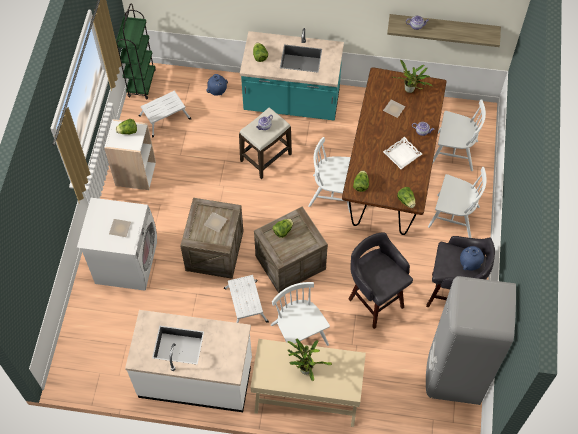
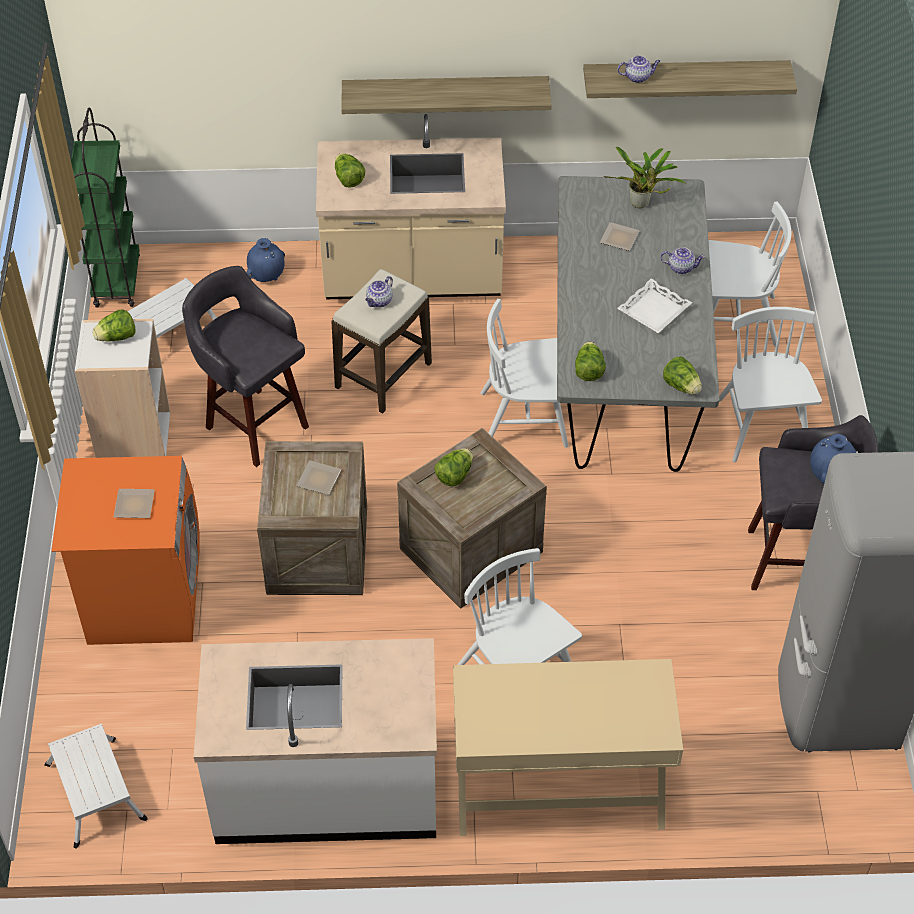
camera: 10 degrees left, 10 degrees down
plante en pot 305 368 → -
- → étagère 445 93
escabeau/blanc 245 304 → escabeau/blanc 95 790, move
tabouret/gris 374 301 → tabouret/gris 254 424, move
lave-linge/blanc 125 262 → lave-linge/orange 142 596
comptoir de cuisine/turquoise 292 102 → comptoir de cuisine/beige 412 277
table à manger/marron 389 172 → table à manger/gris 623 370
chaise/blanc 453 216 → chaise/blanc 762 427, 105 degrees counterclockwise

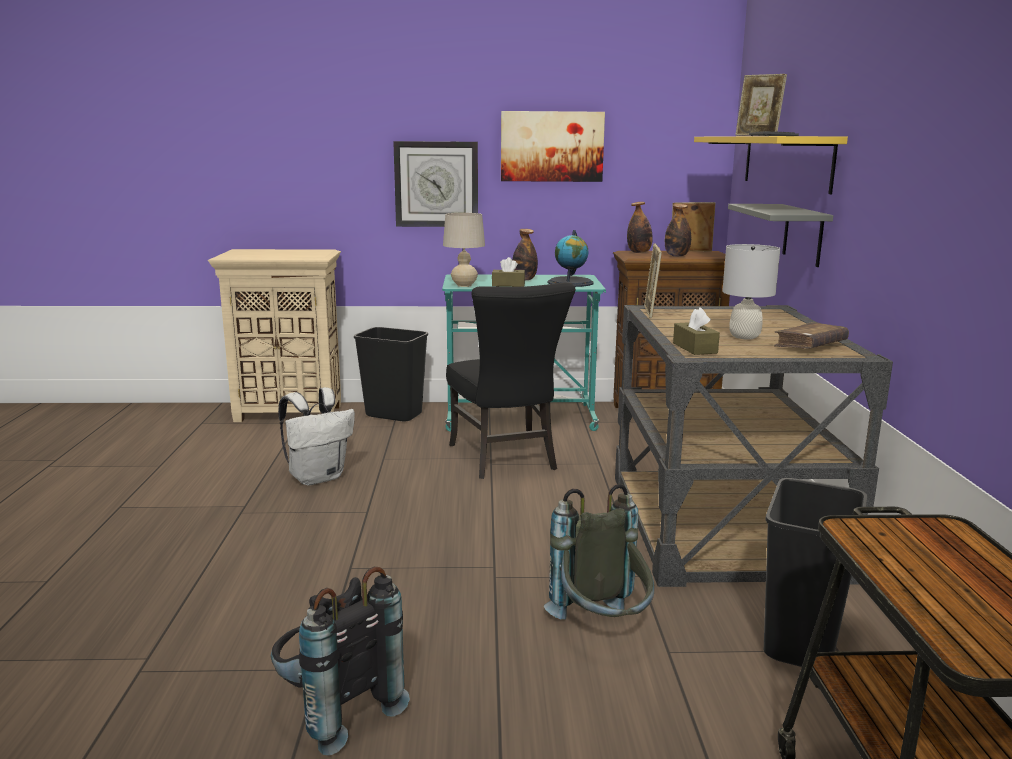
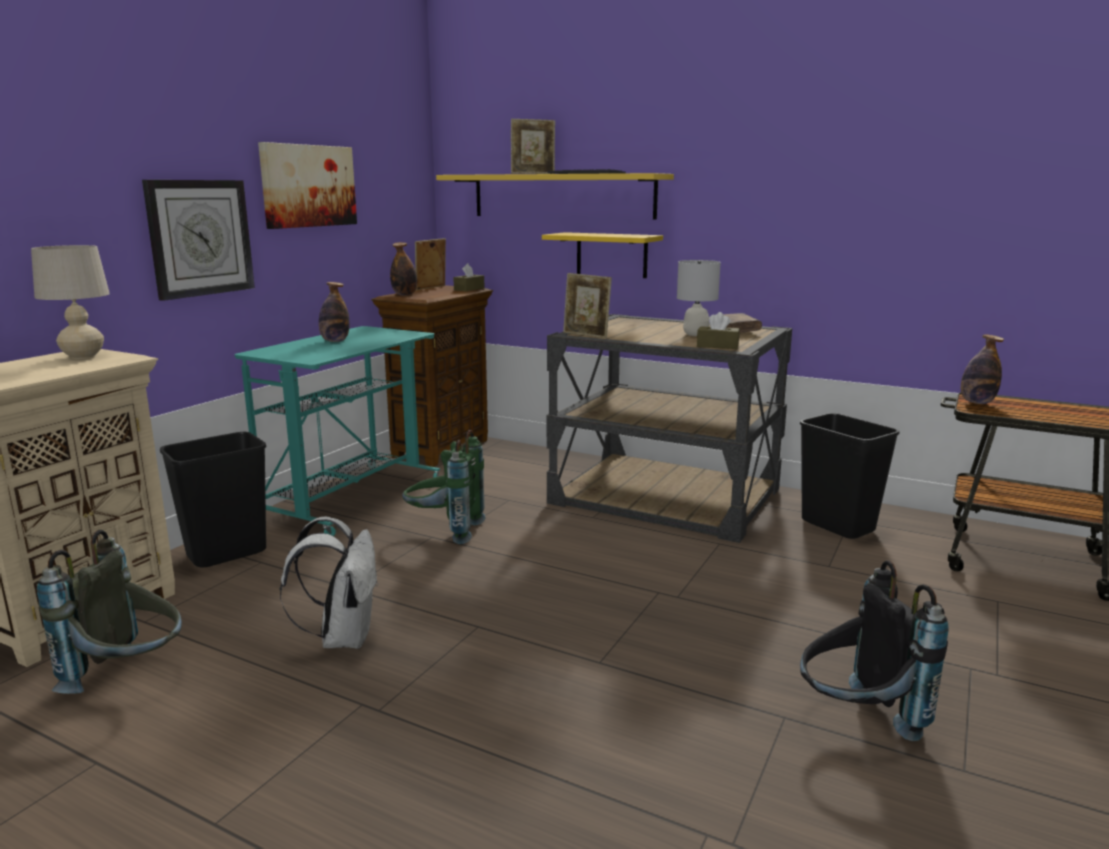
camera: 60 degrees left, 0 degrees up
globe 570 282 → -
lampe de table/beige 464 285 → lampe de table/beige 83 357, move
boîte à mouchoirs/marron 508 285 → boîte à mouchoirs/marron 469 289, move
sac à dos/gris 602 629 → sac à dos/gris 130 678, move
bouteille 676 256 → bouteille 976 402, move
chaise/noir 506 459 → sac à dos/vert 445 531
étagère/gris 803 234 → étagère/jaune 611 255

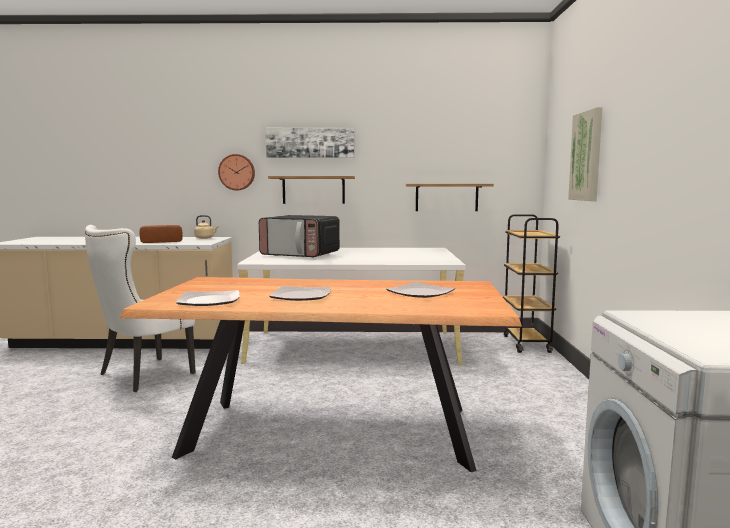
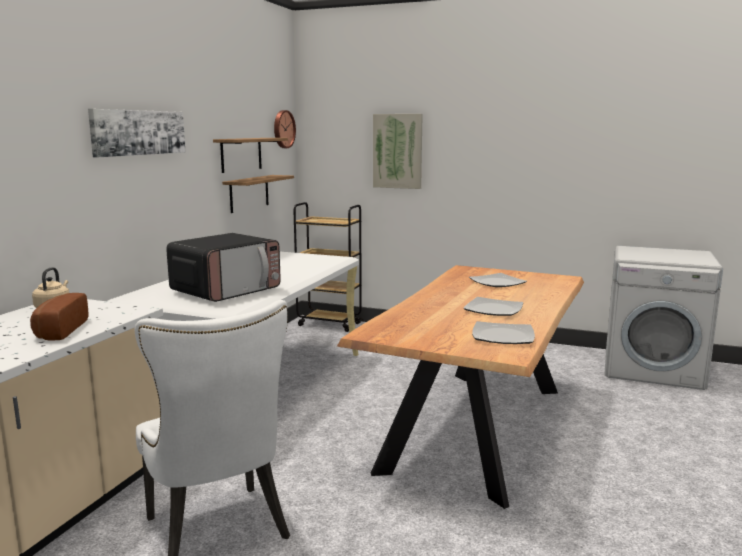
camera: 70 degrees left, 5 degrees up
horloge murale 237 172 → horloge murale 283 129, move
étagère 313 190 → étagère 241 154, move

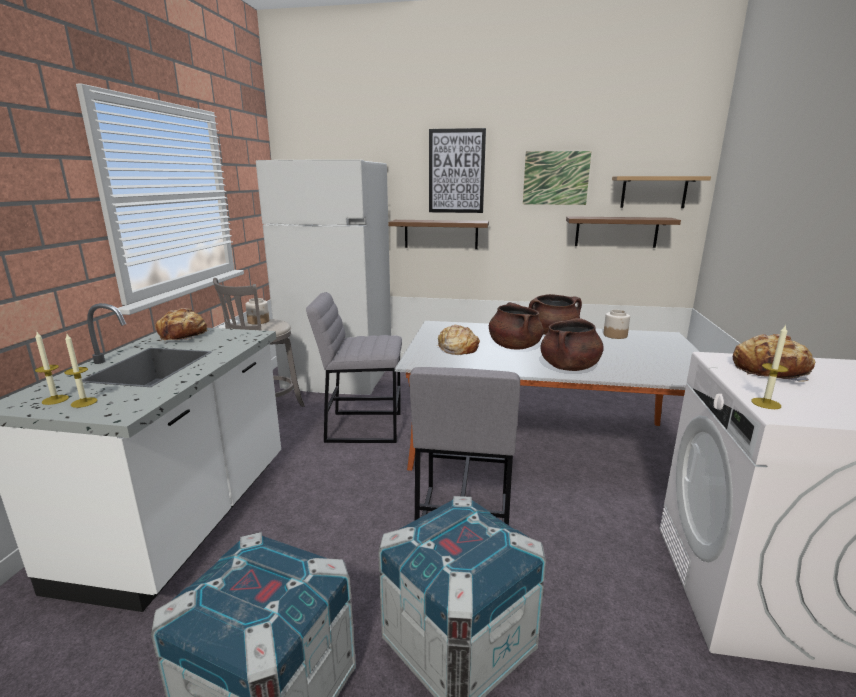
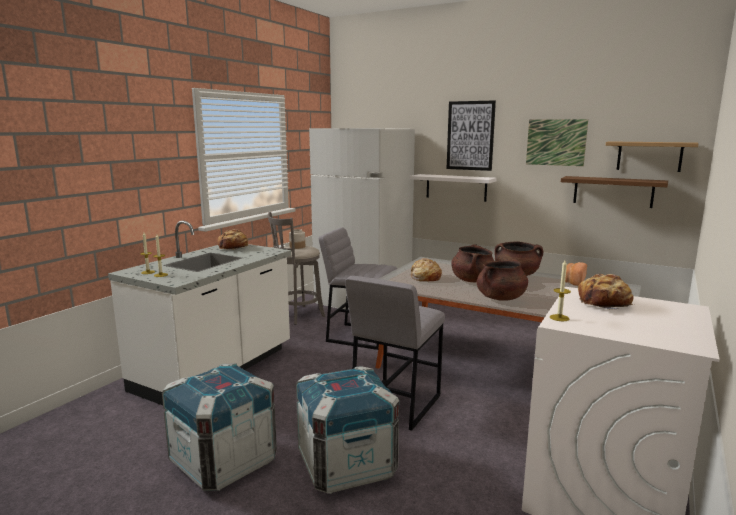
camera: 20 degrees right, 5 degrees down
bocal 615 335 → pain 573 281
étagère/marron 441 234 → étagère/blanc 456 187

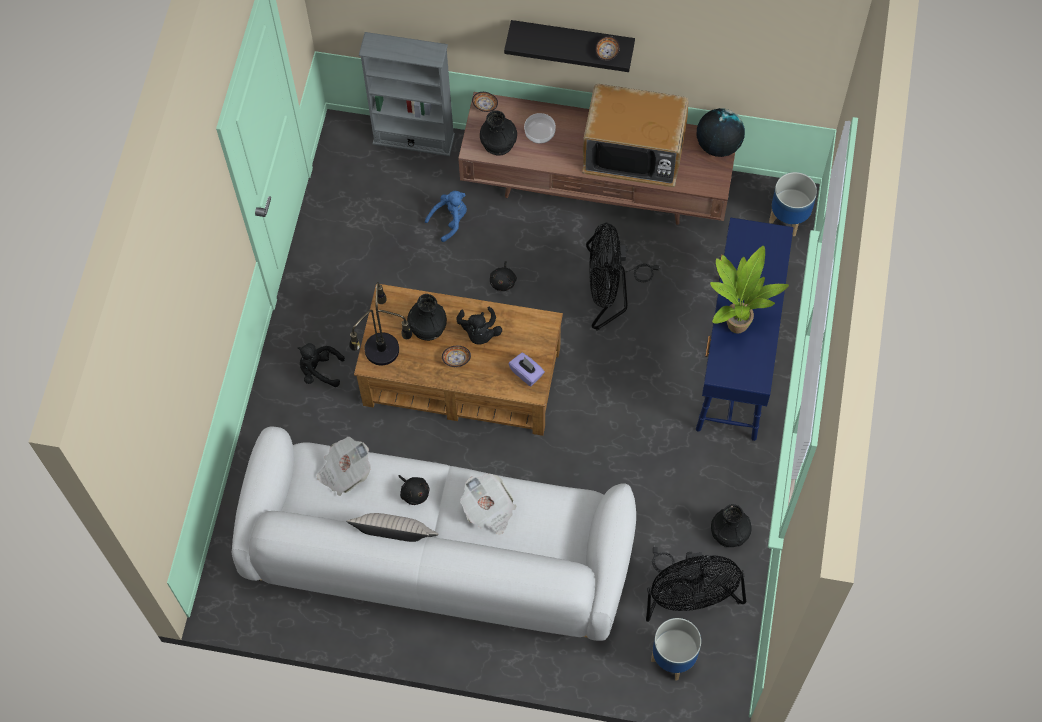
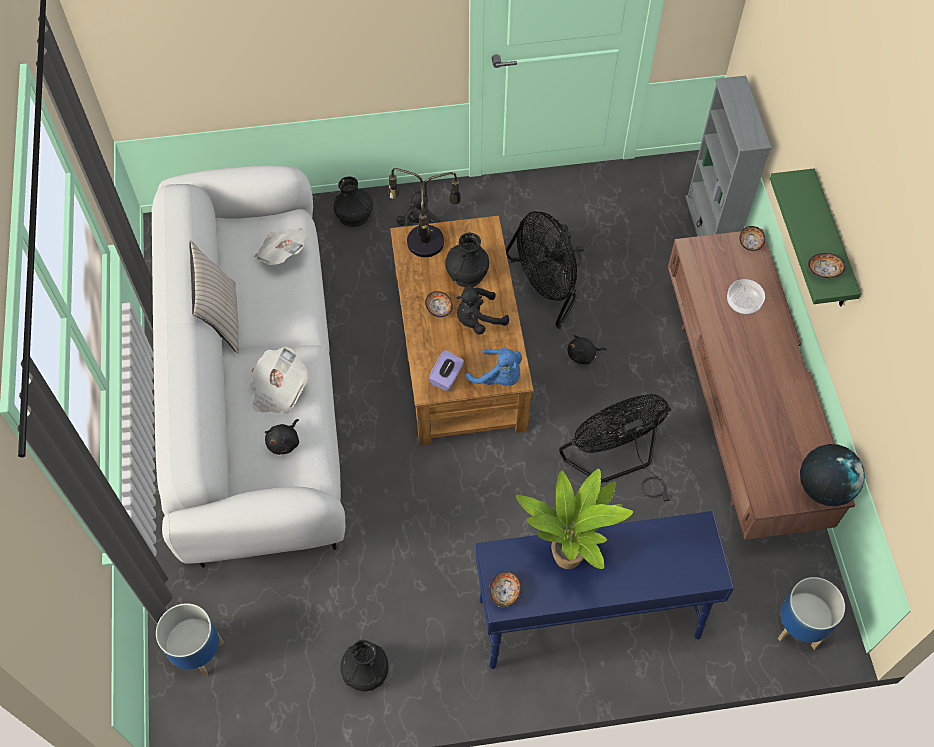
camera: 70 degrees right, 5 degrees down
téléviseur 633 152 → -
- → bol 504 593
peluche/noir 414 492 → peluche/noir 284 442, move
peluche/bleu 450 220 → peluche/bleu 498 377, move
vase/noir 498 142 → vase/noir 354 215, move
ventilateur/noir 686 592 → ventilateur/noir 549 283, move
étagère/noir 572 40 → étagère/vert 830 244

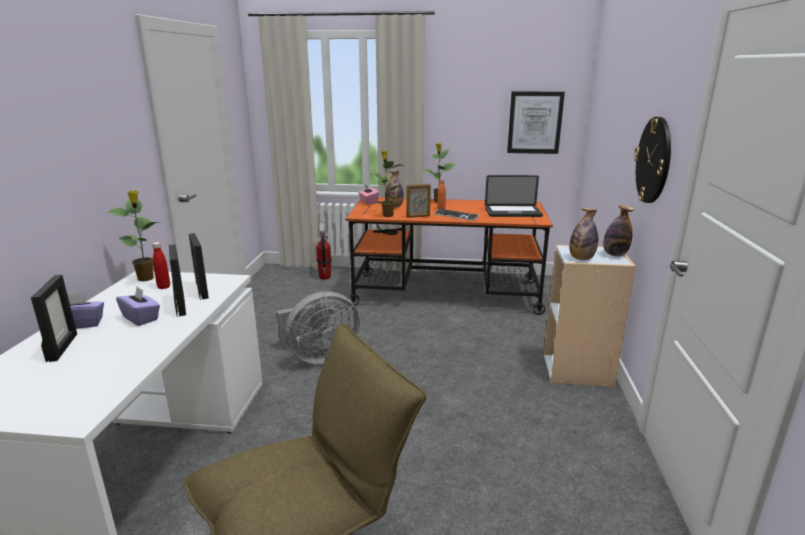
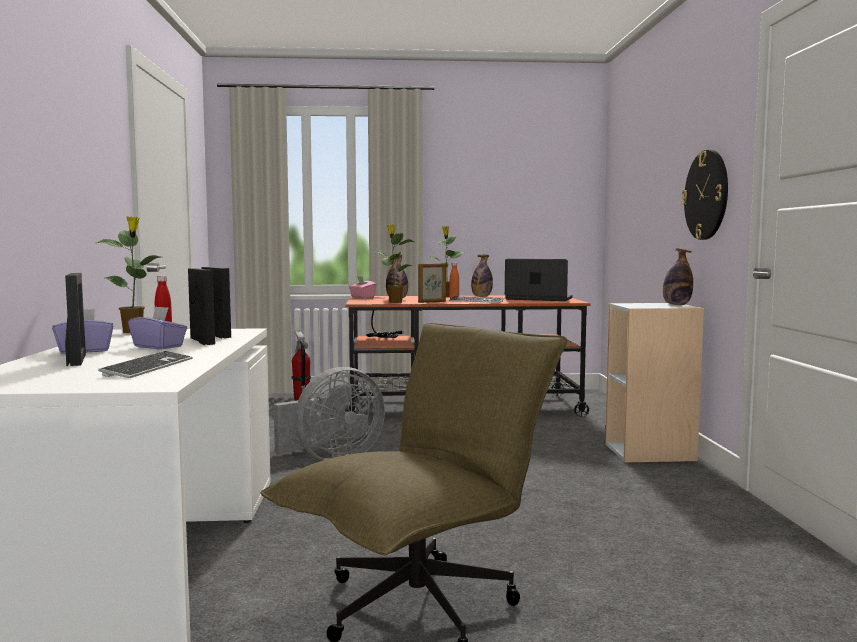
camera: 10 degrees left, 15 degrees down
tableau 535 122 → -
- → clavier 149 367
bouteille 581 259 → bouteille 481 296, move
ordinateur portable 513 212 → ordinateur portable 539 299, 150 degrees counterclockwise

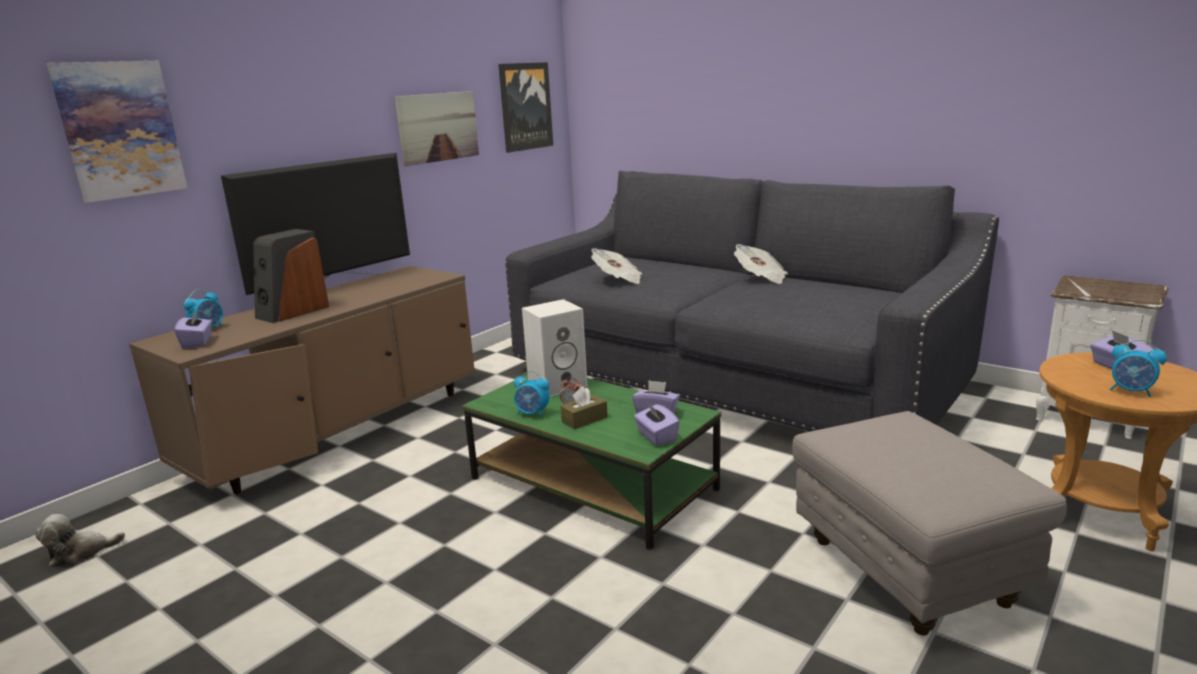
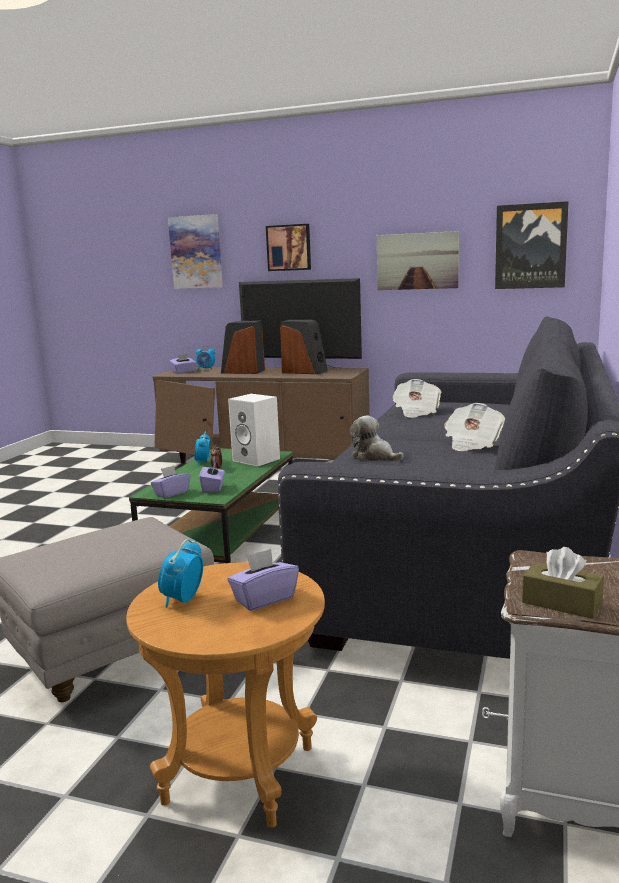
camera: 70 degrees right, 5 degrees down
- → tableau 289 247
- → enceinte 305 371
peluche 80 553 → peluche 374 457, move
boîte à mouchoirs/marron 584 419 → boîte à mouchoirs/marron 561 603, move

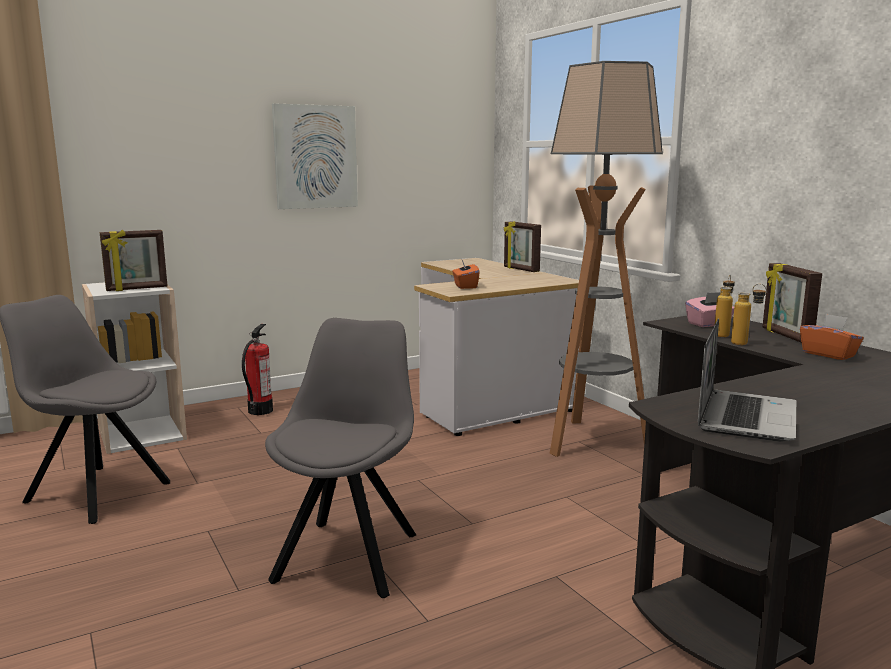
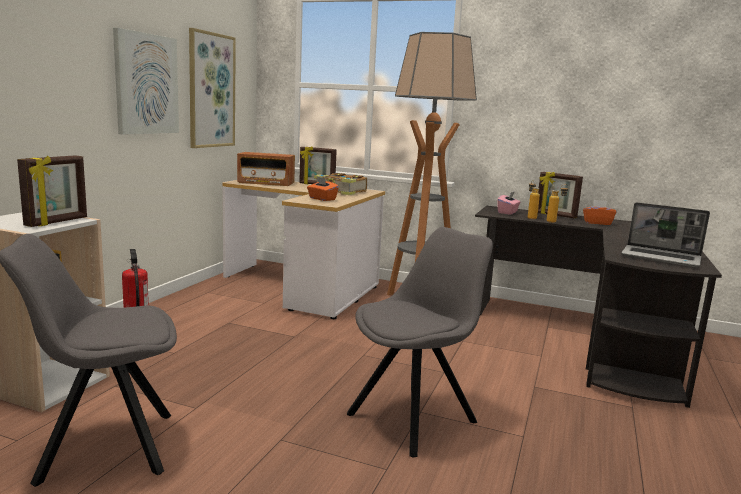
camera: 40 degrees left, 0 degrees up
- → tableau 211 91
- → radio 266 183
- → livre 340 192
chaise/gris 348 556 → chaise/gris 413 418, 75 degrees clockwise
ordinateur portable 745 417 → ordinateur portable 662 258, 135 degrees clockwise

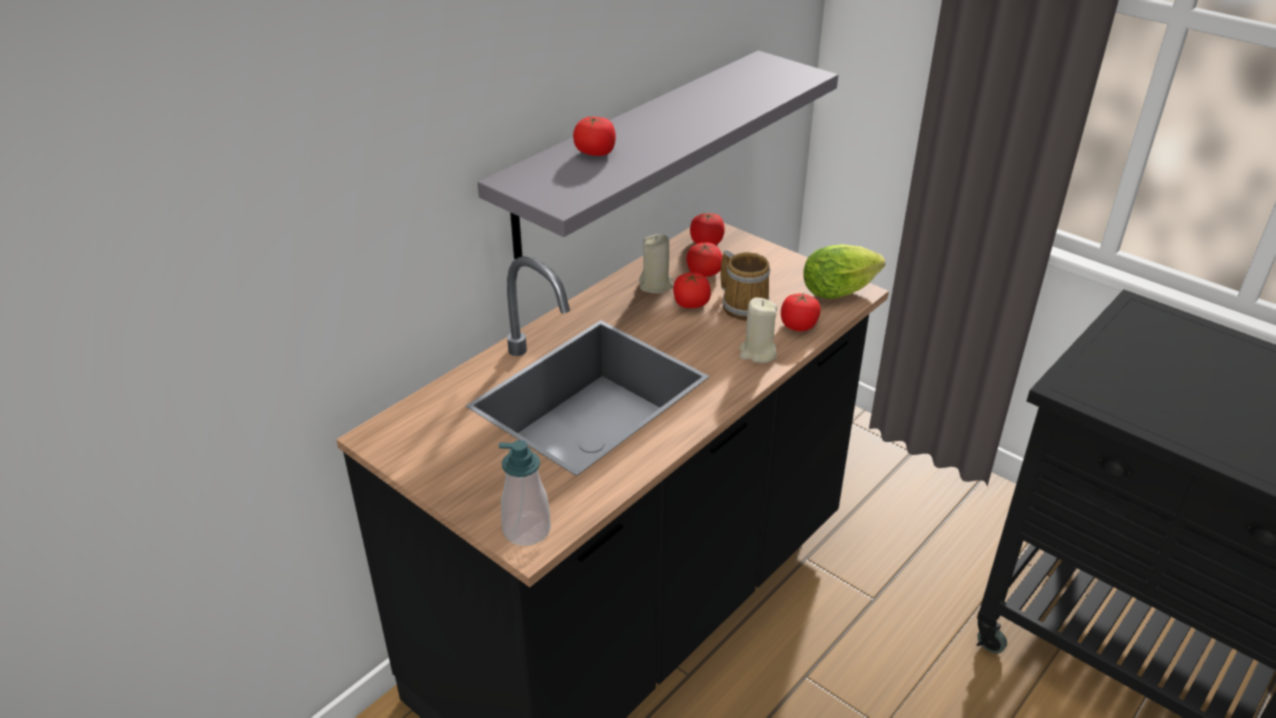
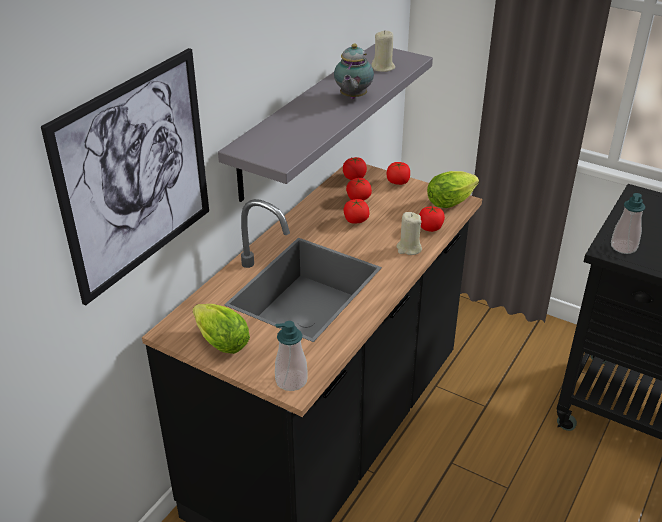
camera: 10 degrees left, 0 degrees up
mug 744 305 → -
- → tableau 136 174
- → laitue 219 341
- → théière 352 97
- → distributeur de savon 623 247
tomate 595 152 → tomate 398 182, move
bougie/beige 656 285 → bougie/beige 383 67, move

